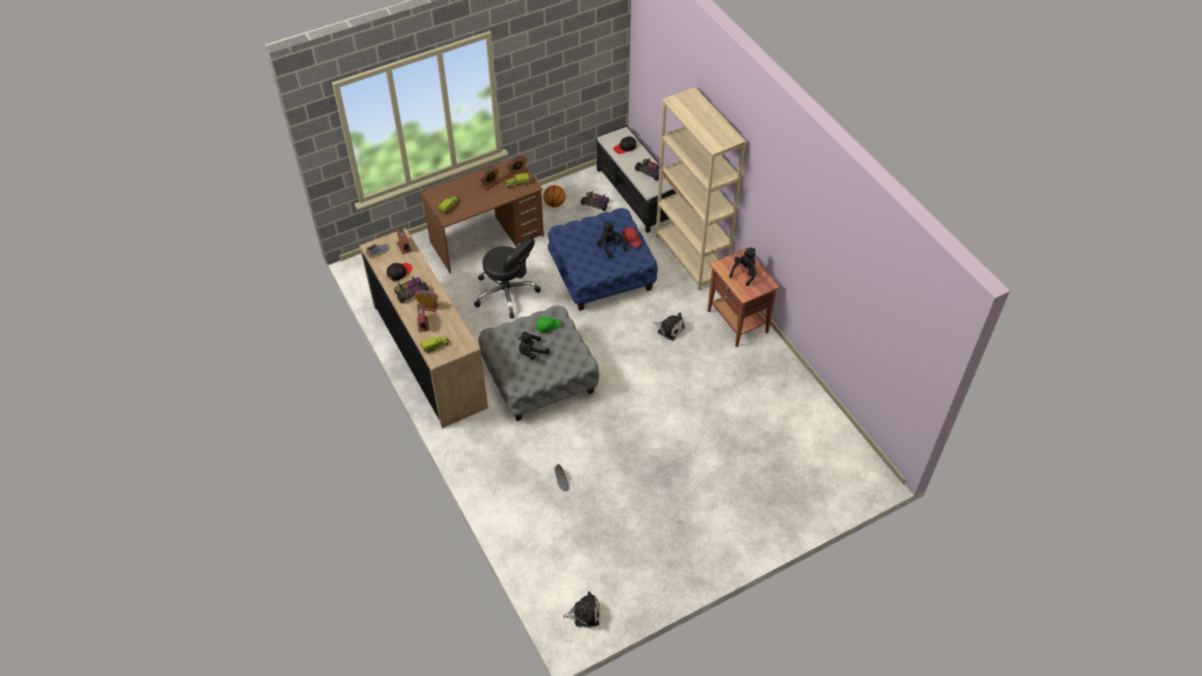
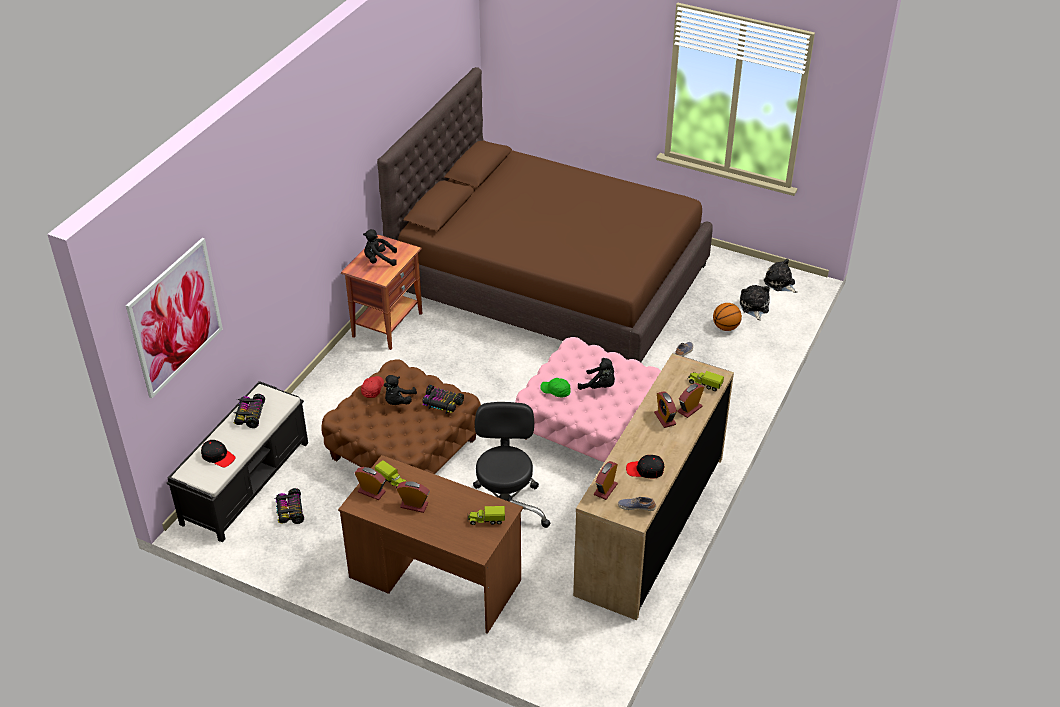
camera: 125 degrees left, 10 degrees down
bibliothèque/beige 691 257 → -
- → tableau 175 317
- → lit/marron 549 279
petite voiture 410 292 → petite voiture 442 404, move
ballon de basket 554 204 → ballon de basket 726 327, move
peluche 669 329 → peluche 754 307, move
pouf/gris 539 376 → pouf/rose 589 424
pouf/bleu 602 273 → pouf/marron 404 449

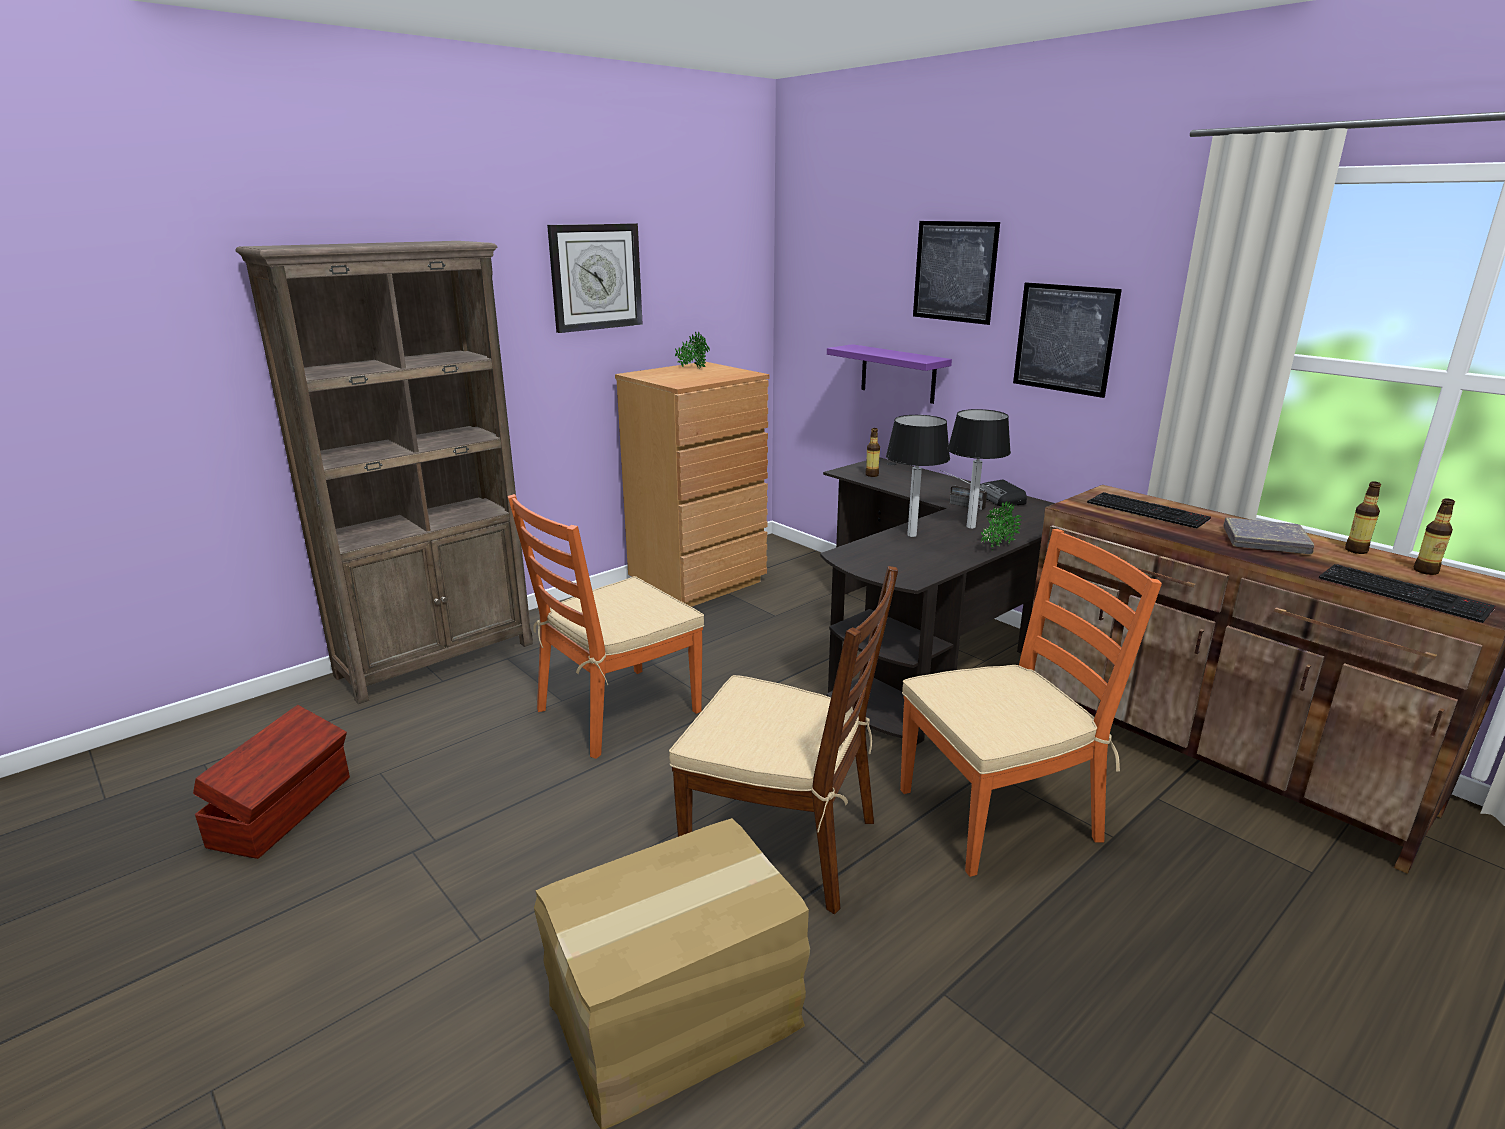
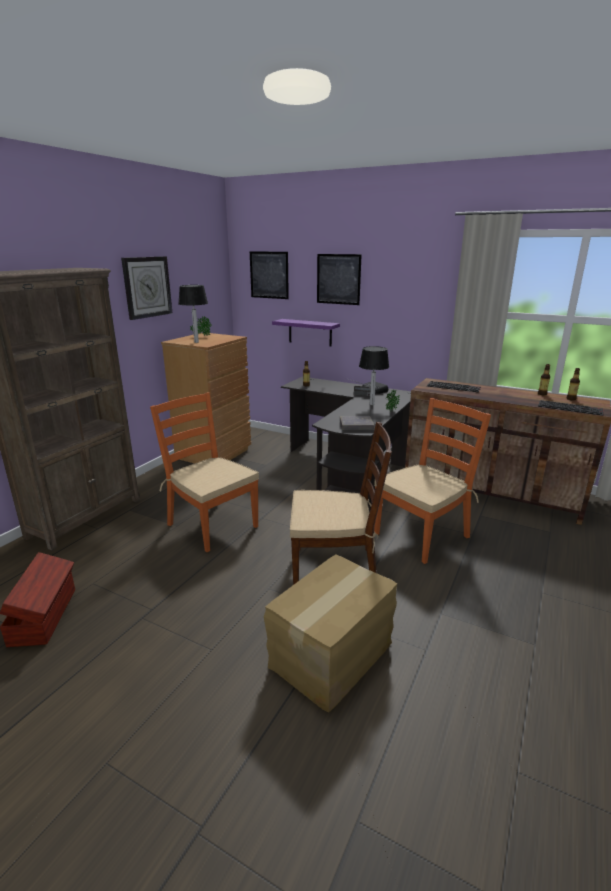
camera: 20 degrees left, 0 degrees up
lampe de table 912 535 → lampe de table 196 342, move
tableau 1064 338 → tableau 269 275, move
livre/gris 1265 541 → livre/gris 356 425, move
chaise/orange 617 711 → chaise/orange 212 525, 105 degrees clockwise

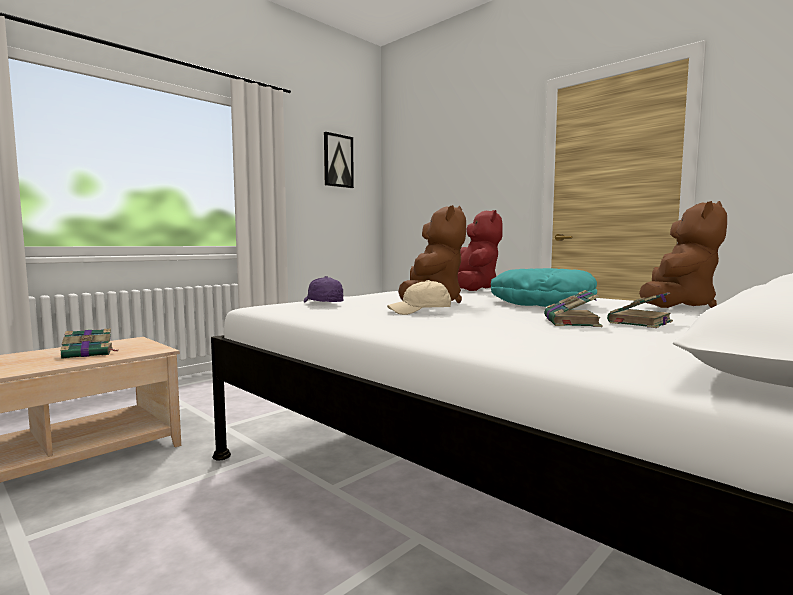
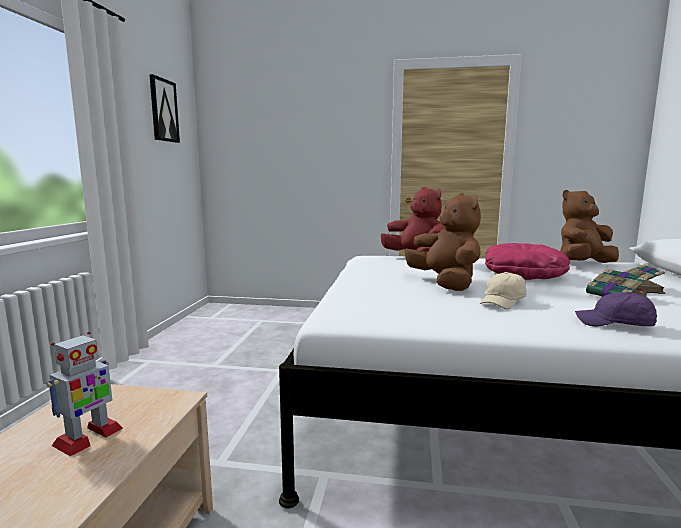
camera: 35 degrees left, 5 degrees up
casquette/violet 322 303 → casquette/violet 615 324, move
livre 89 353 → robot jouet 88 437
coussin/turquoise 544 303 → coussin/rose 524 274
peluche/marron 677 306 → peluche/marron 583 264, 120 degrees counterclockwise

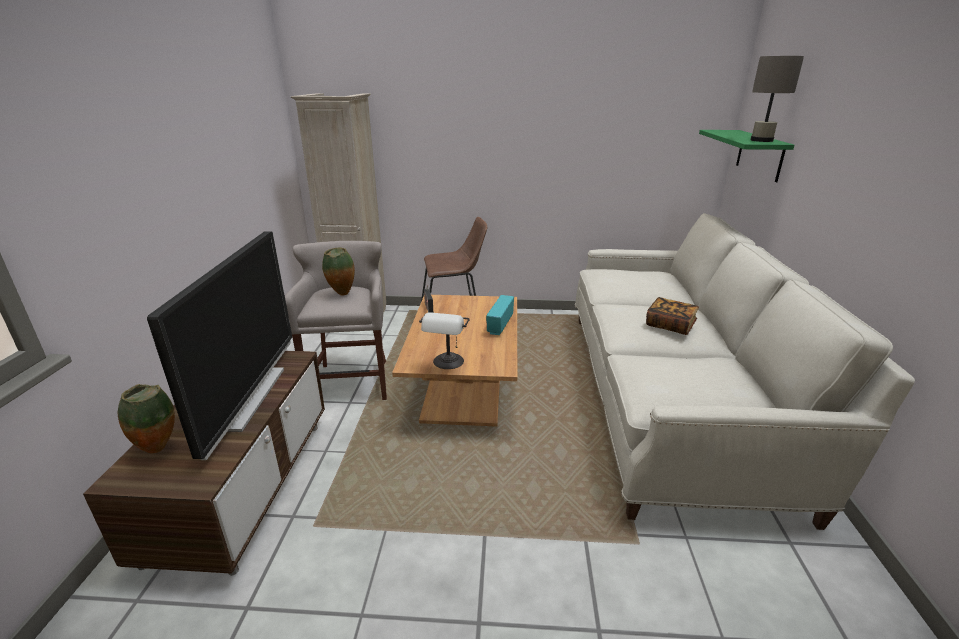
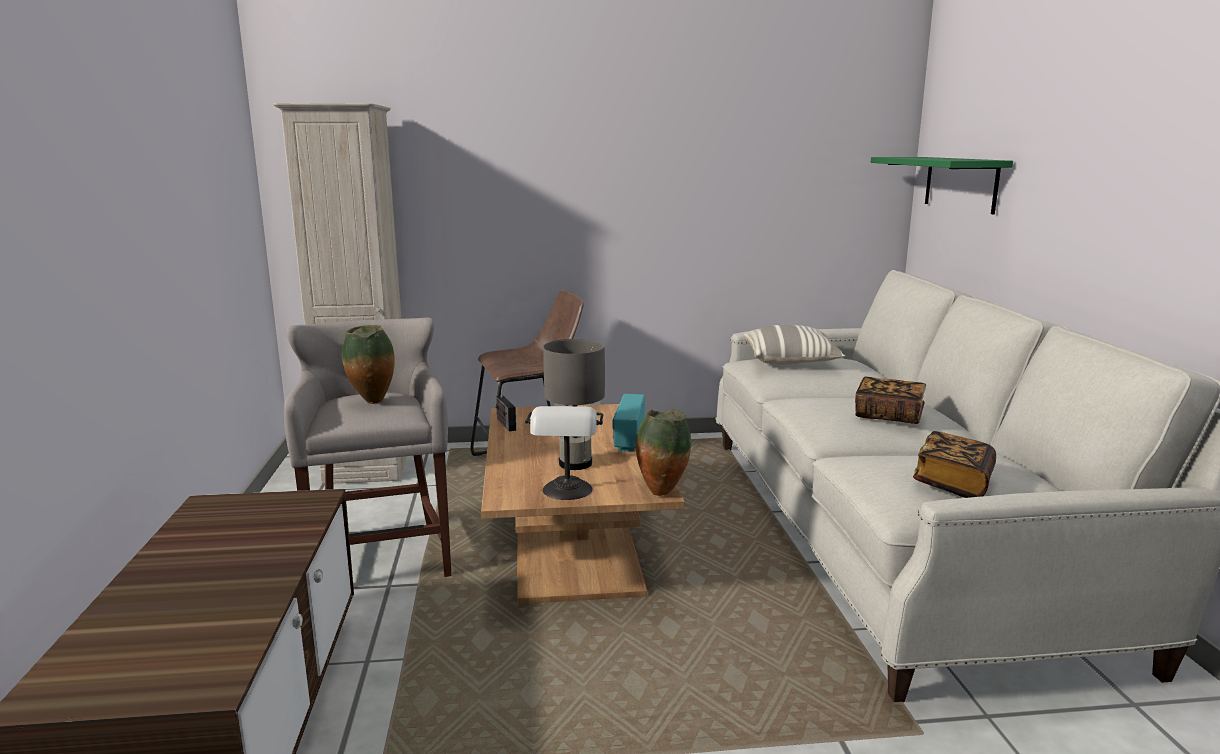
camera: 10 degrees left, 10 degrees down
téléviseur 248 397 → -
- → coussin 791 361
- → livre 953 482
vase 159 448 → vase 661 492, move
lampe de table/gris 761 140 → lampe de table/gris 574 463, move

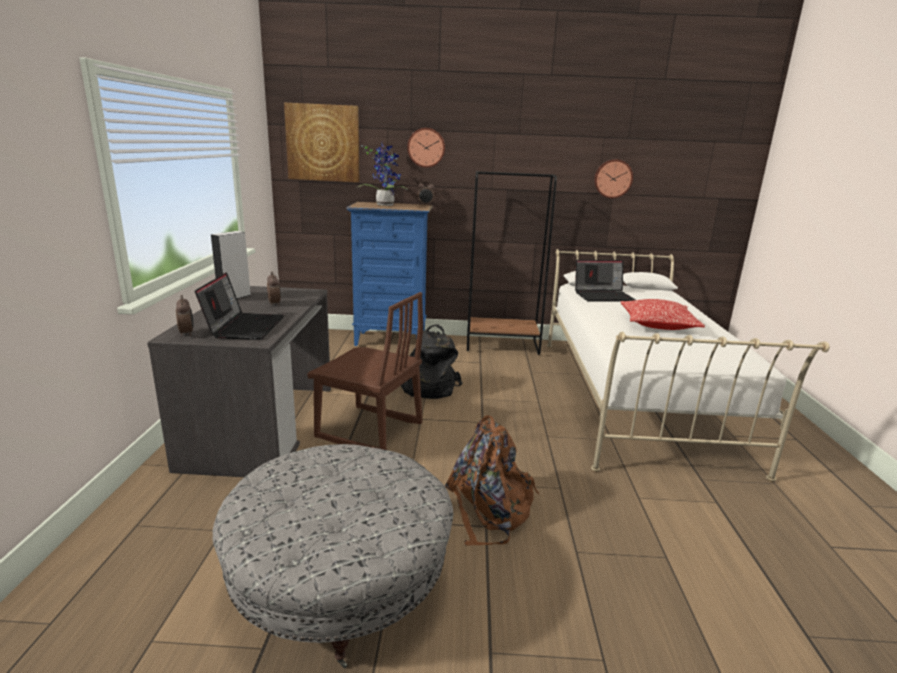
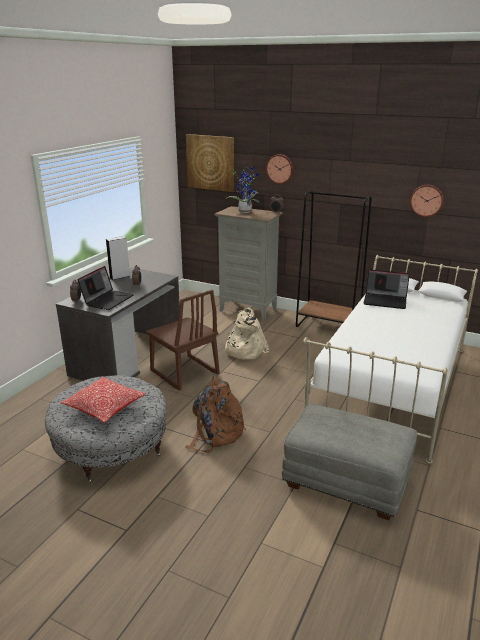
camera: 25 degrees right, 5 degrees up
- → pouf/gris 346 481
coussin 657 325 → coussin 105 407, move
commode/bleu 391 341 → commode/gris 248 311
sac à dos/noir 427 387 → sac à dos/beige 244 350

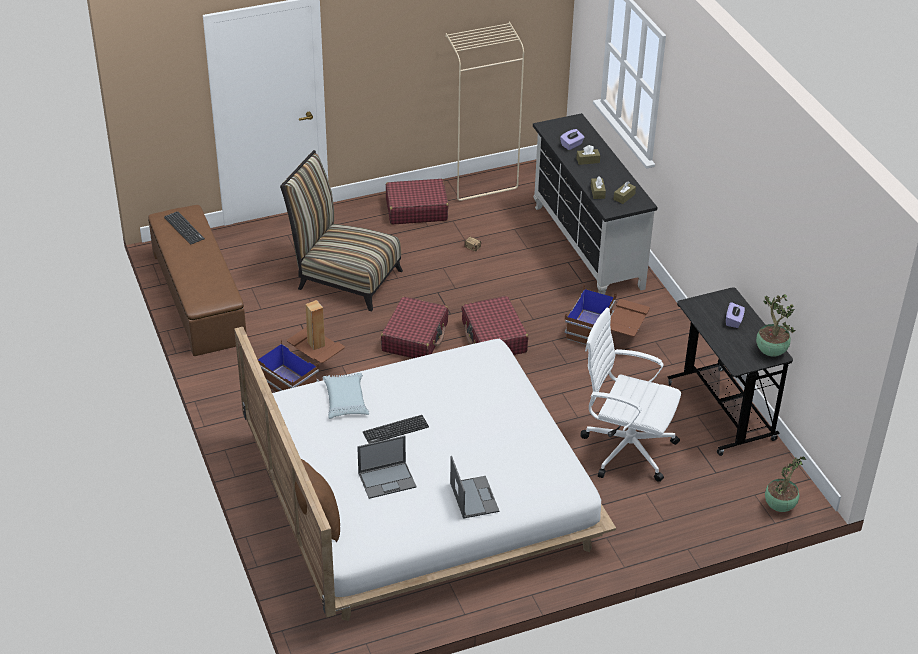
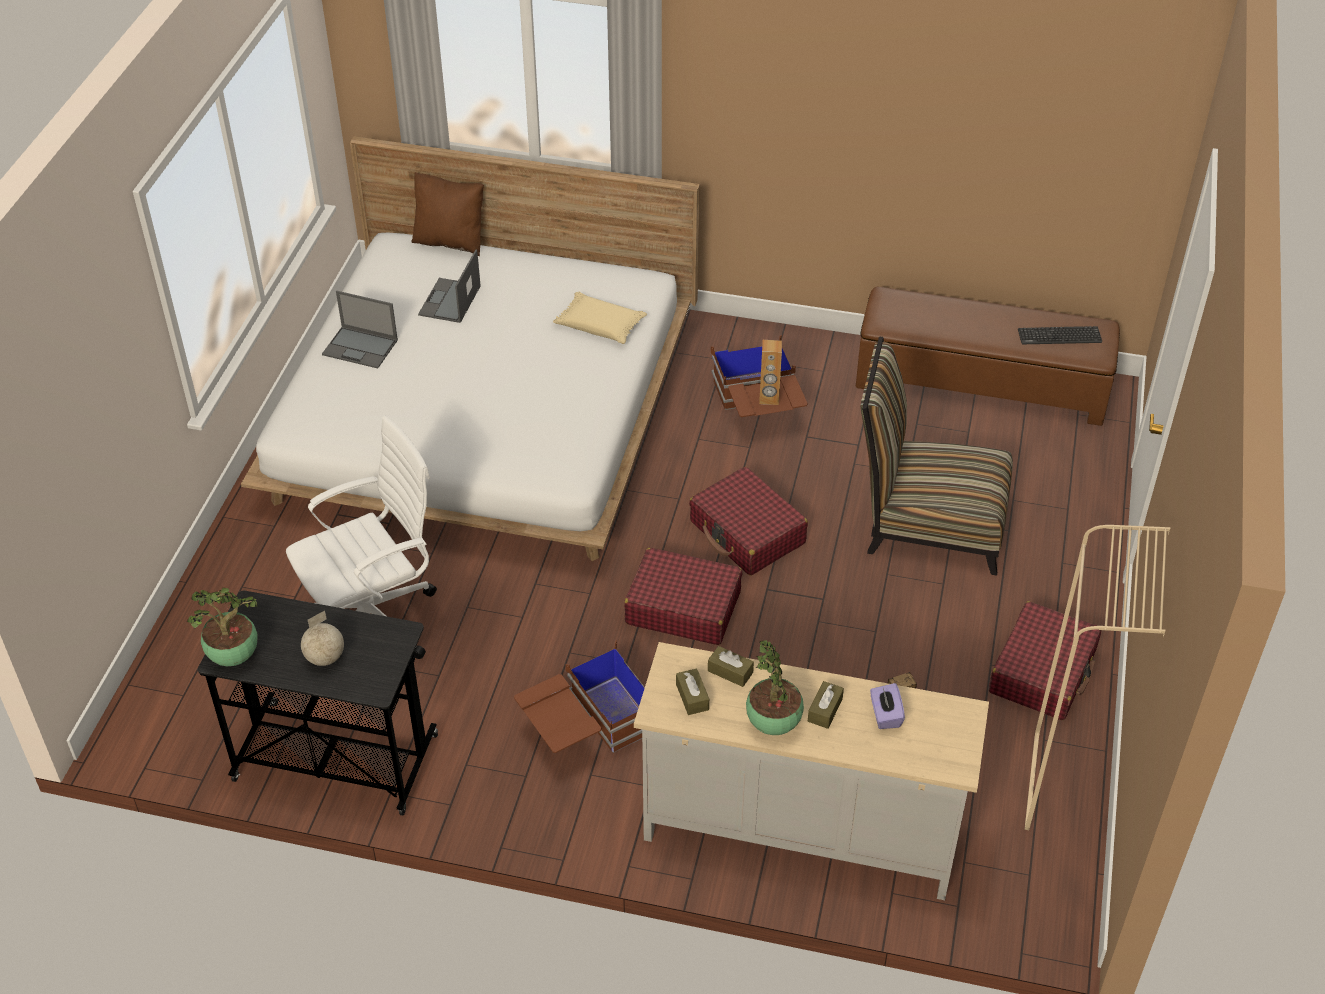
camera: 125 degrees right, 5 degrees up
clavier 395 430 → -
plante en pot 780 506 → plante en pot 774 725, move
boîte à mouchoirs/violet 734 321 → globe 325 658
coussin/bleu 345 399 → coussin/beige 600 323
commode/noir 587 247 → commode/beige 799 829
chaise 344 277 → chaise 927 522, 135 degrees counterclockwise

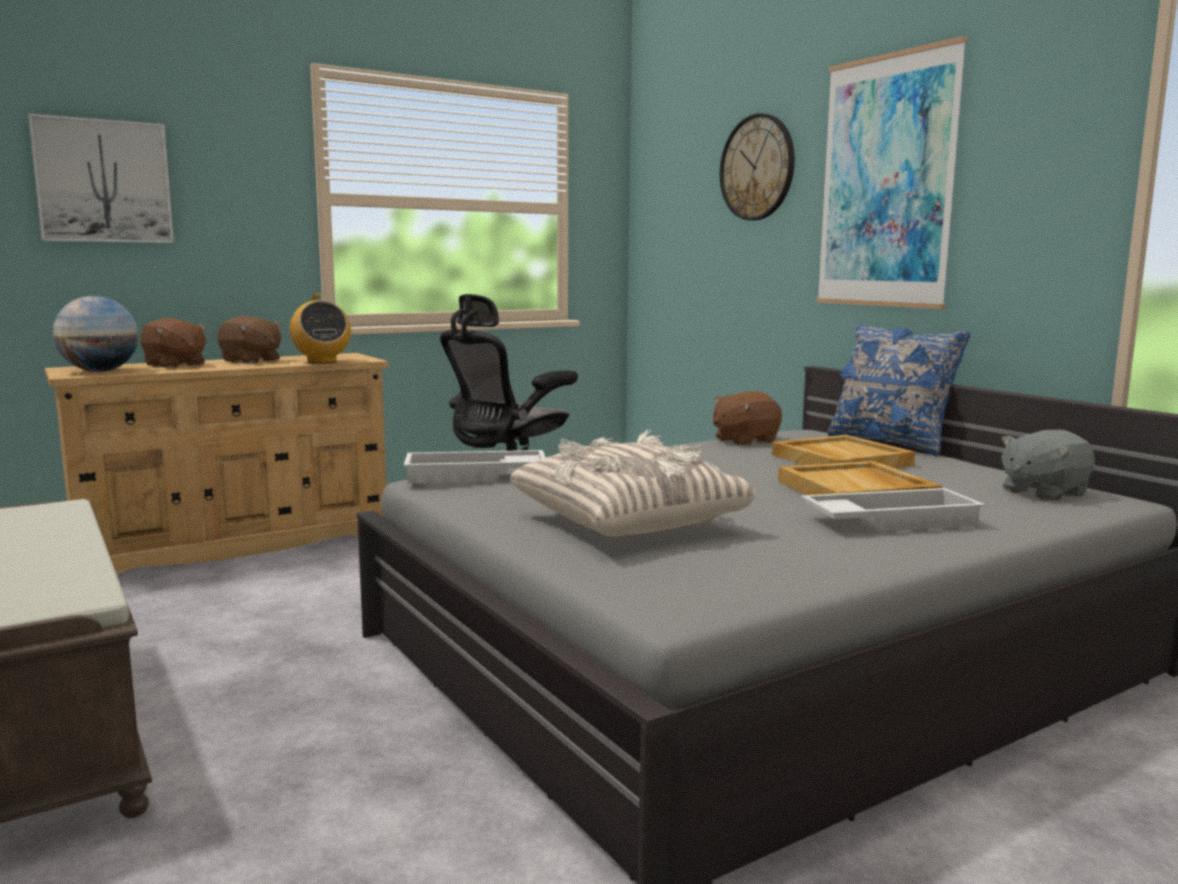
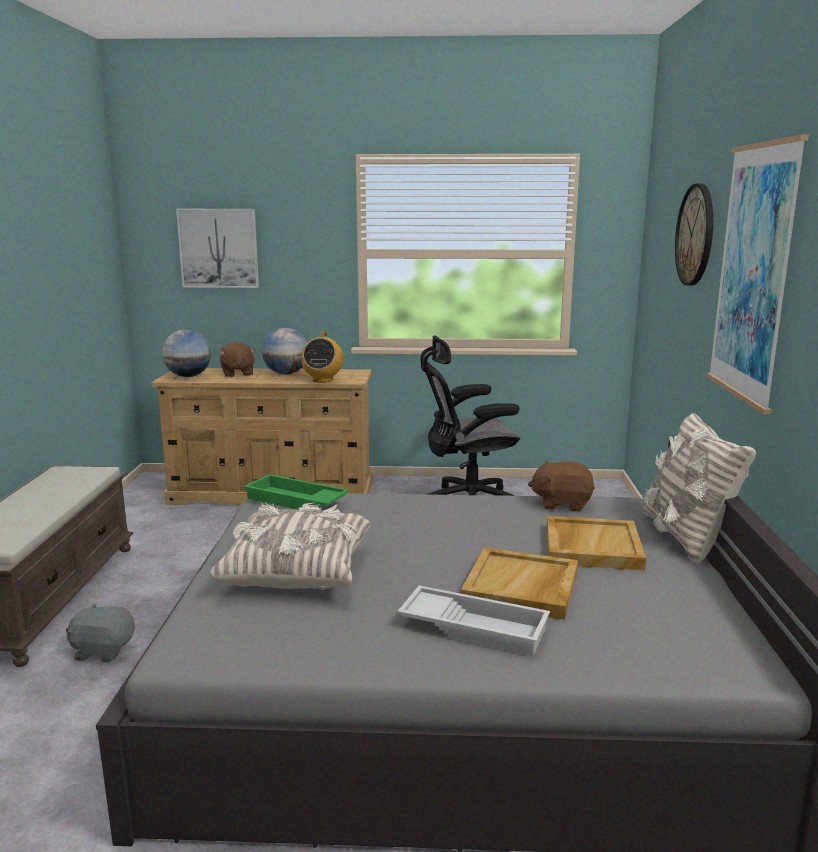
camera: 35 degrees right, 5 degrees up
peluche/gris 1042 492 → peluche/gris 103 650, move
peluche/marron 251 361 → globe 286 373
plateau/blanc 474 476 → plateau/vert 295 501
coussin/bleu 889 444 → coussin/beige 685 537

